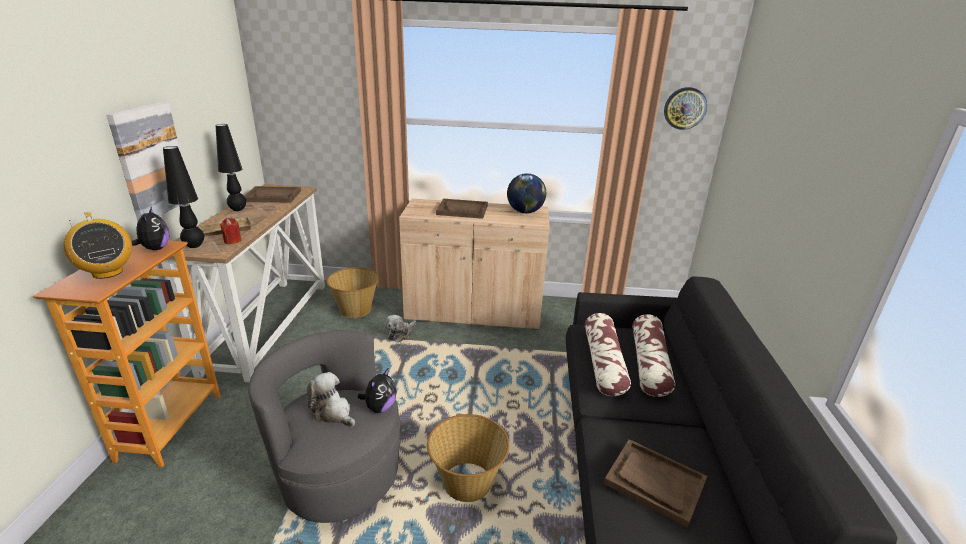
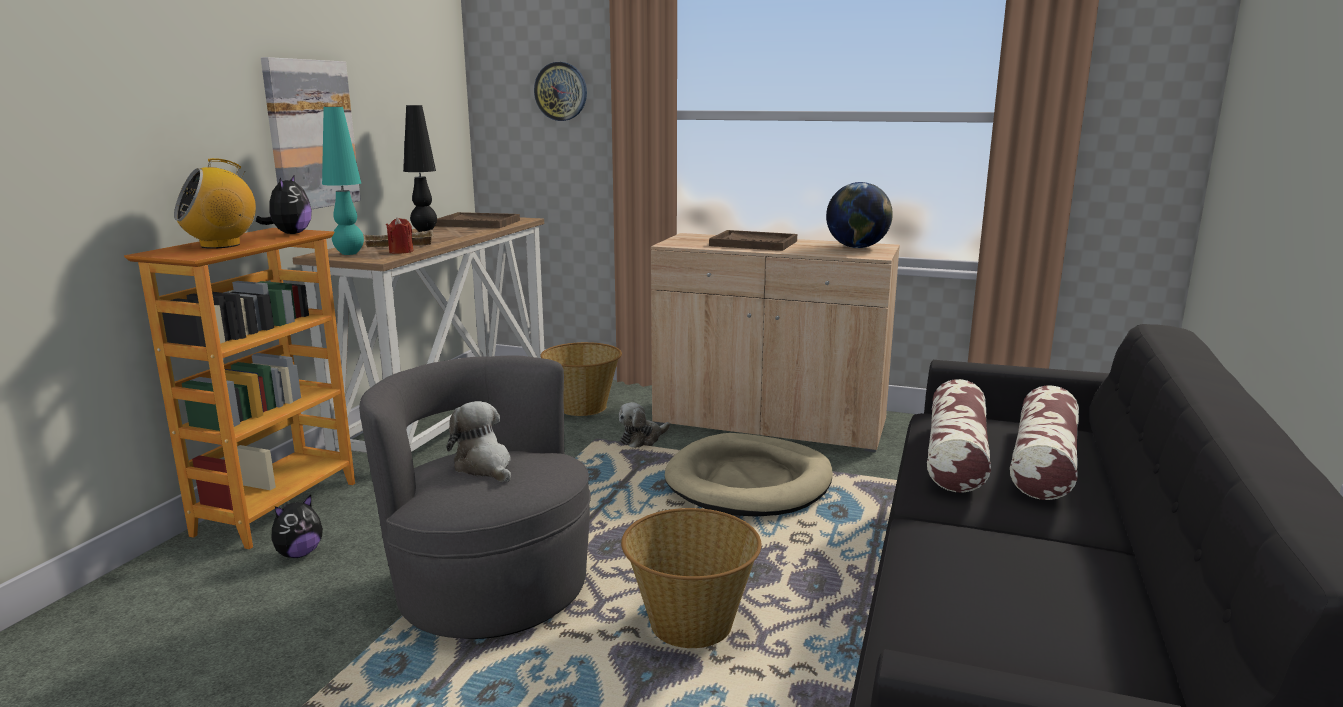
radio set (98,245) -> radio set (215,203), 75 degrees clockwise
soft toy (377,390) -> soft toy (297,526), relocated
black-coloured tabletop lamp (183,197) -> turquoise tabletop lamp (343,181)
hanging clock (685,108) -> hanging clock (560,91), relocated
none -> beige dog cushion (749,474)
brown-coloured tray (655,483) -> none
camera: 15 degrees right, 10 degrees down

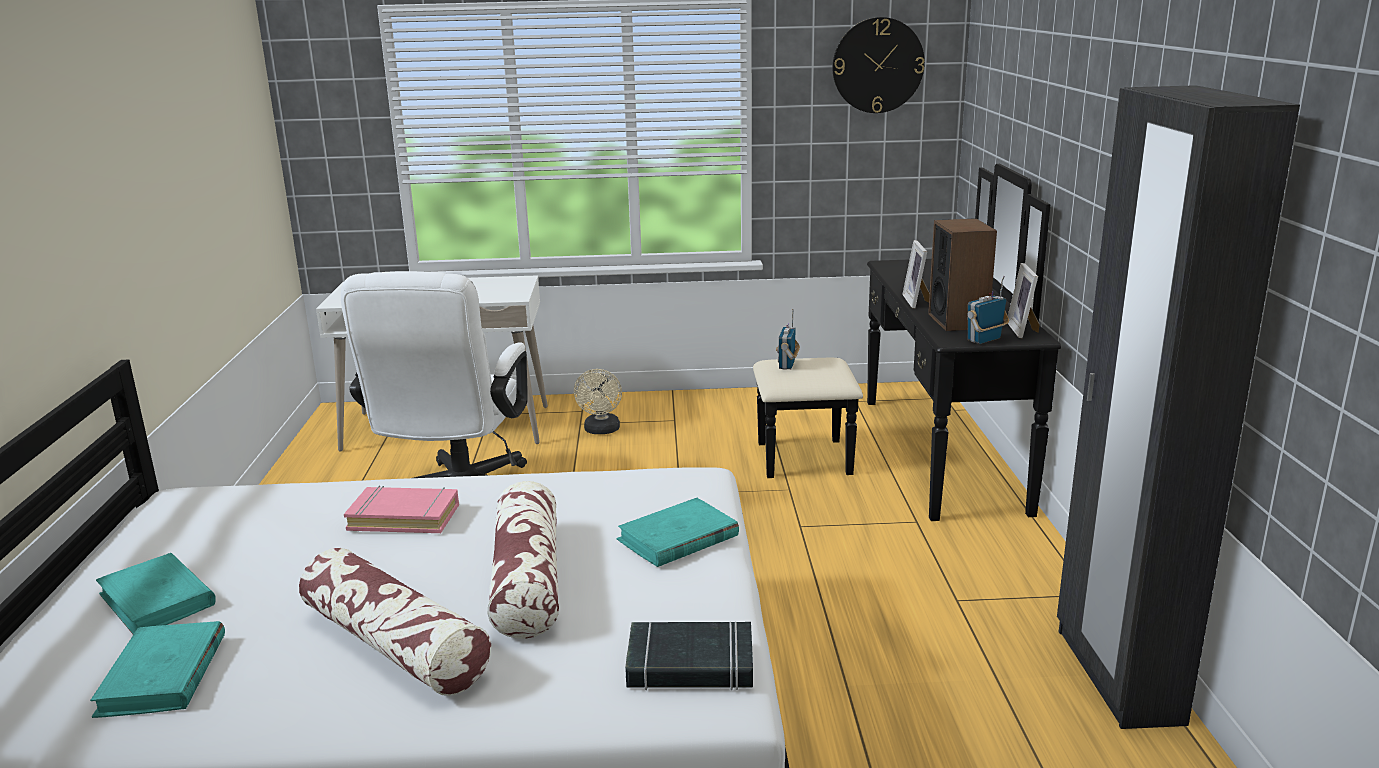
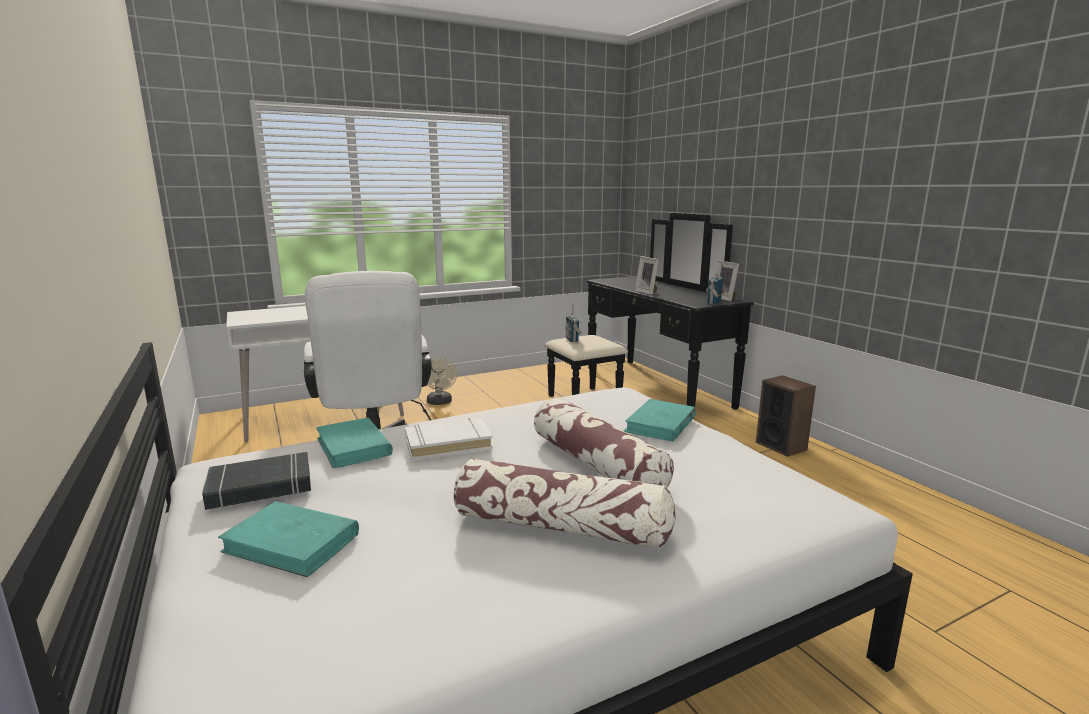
black-coloured volume (689,656) -> black-coloured volume (256,481), relocated
turquoise volume (157,669) -> turquoise volume (354,443), relocated
pink-coloured volume (401,509) -> whitish volume (449,439)
audio speaker (962,274) -> audio speaker (786,416), relocated
hanging clock (879,65) -> none
black-coloured armoire (1178,407) -> none
camera: 25 degrees left, 5 degrees down

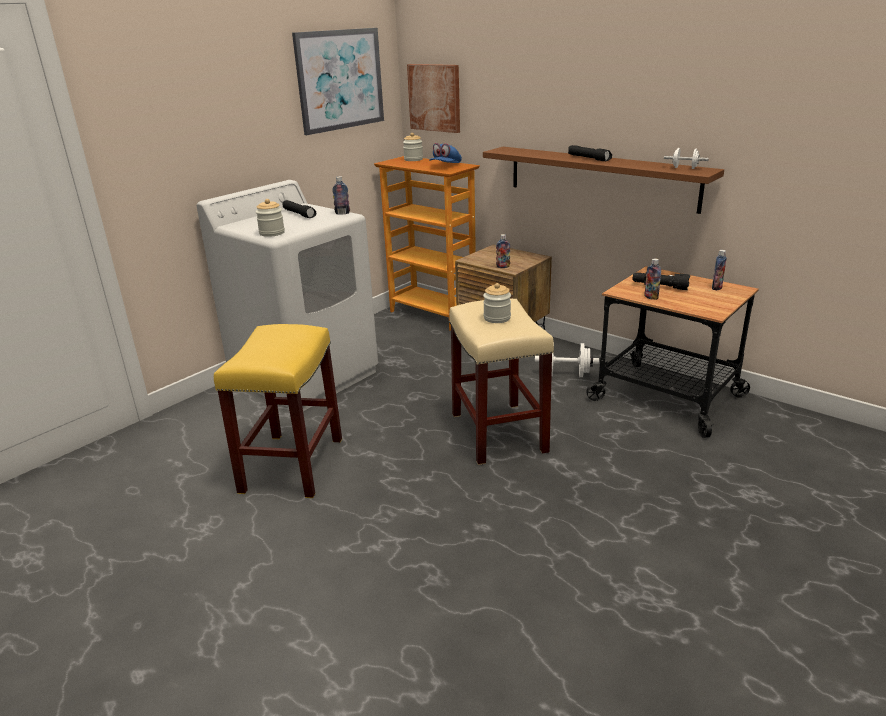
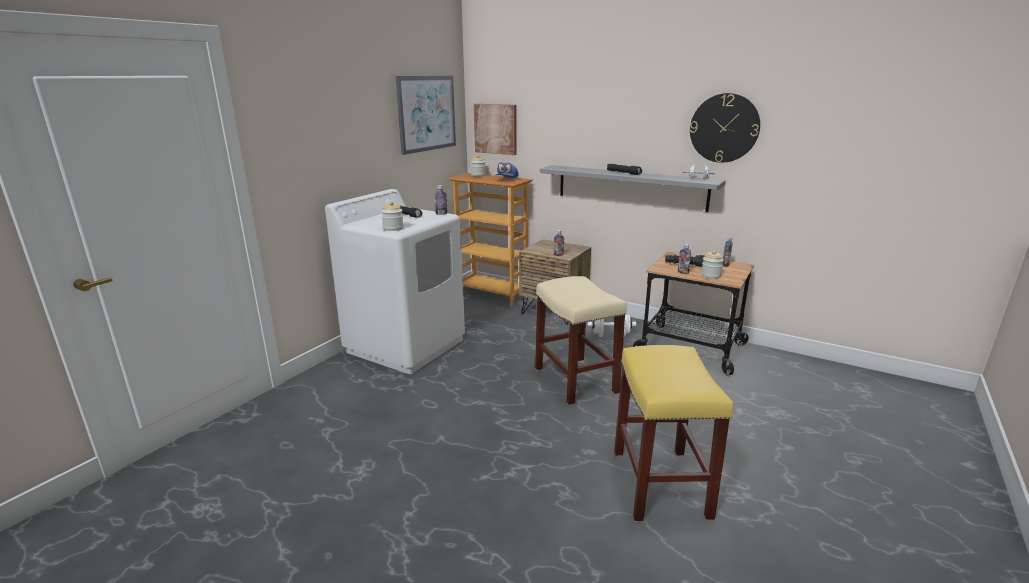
brown-coloured shelf (603,180) -> gray shelf (633,188)
yellow-coloured stool seat (278,411) -> yellow-coloured stool seat (673,433), relocated
none -> hanging clock (725,128)
storage jar (497,303) -> storage jar (712,264), relocated
camera: 10 degrees left, 5 degrees down

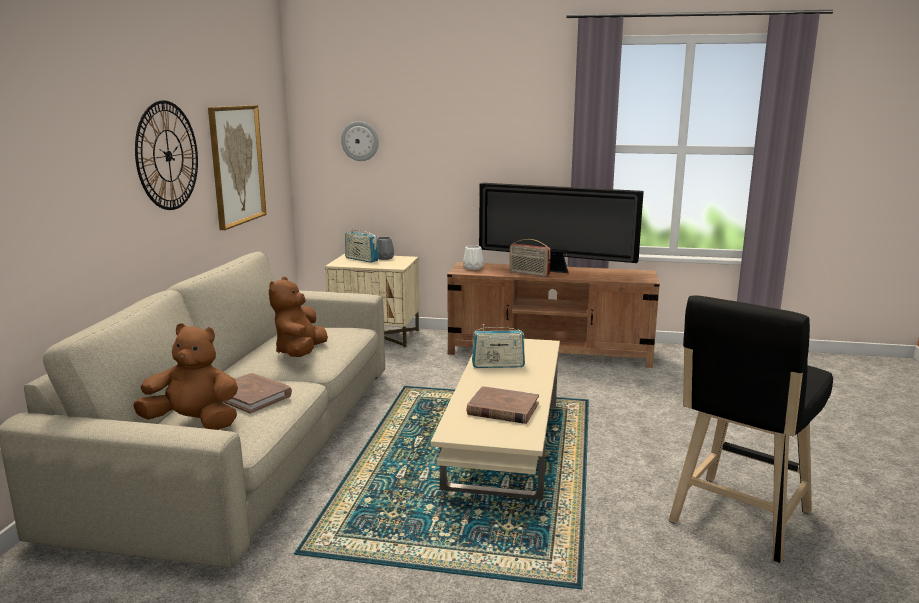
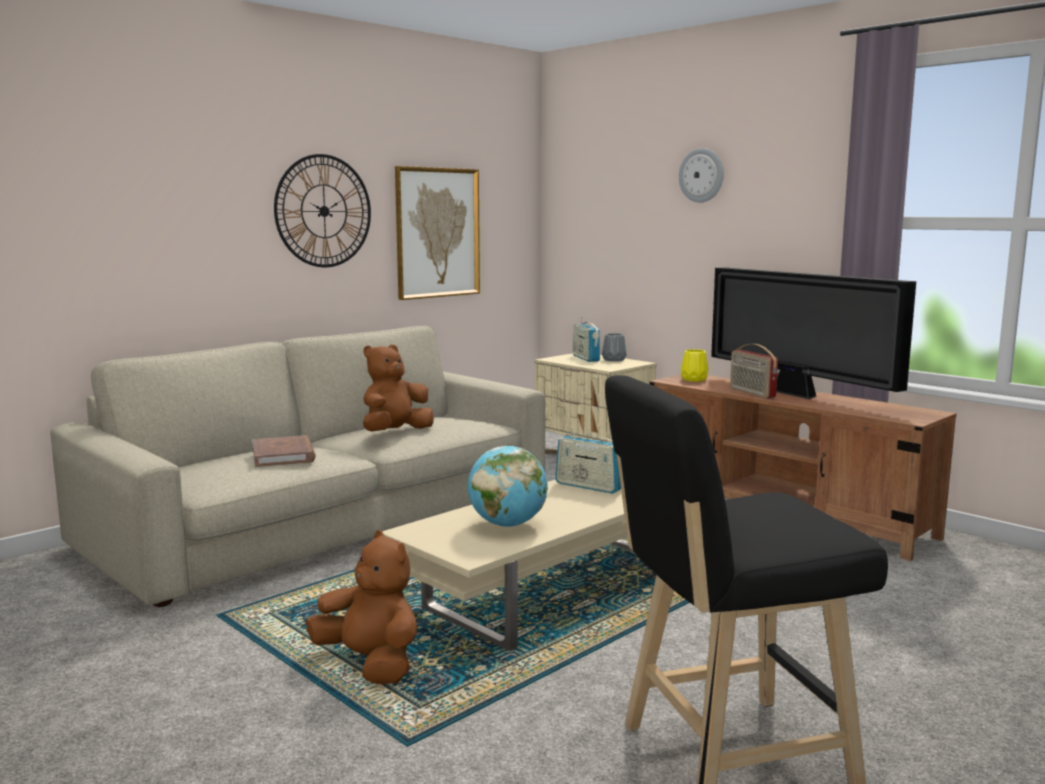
brown-coloured soft toy (185,376) -> brown-coloured soft toy (361,607), relocated
brown-coloured volume (503,405) -> desk globe (508,486)
hanging clock (360,141) -> hanging clock (701,175), relocated
whitish decorative vase (473,257) -> yellow-coloured decorative vase (695,365)
camera: 35 degrees right, 5 degrees down

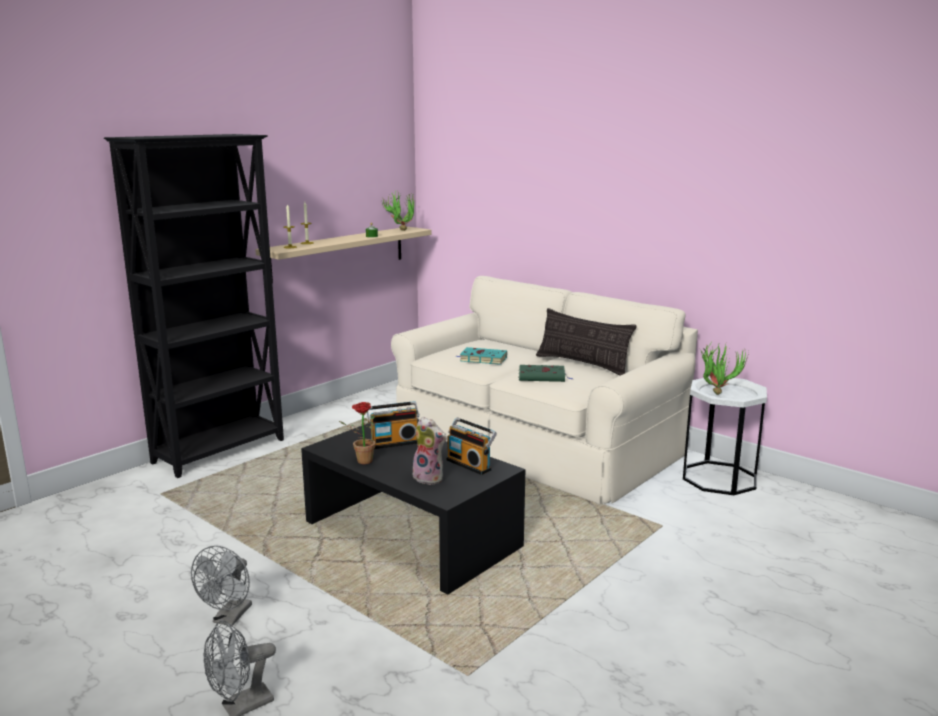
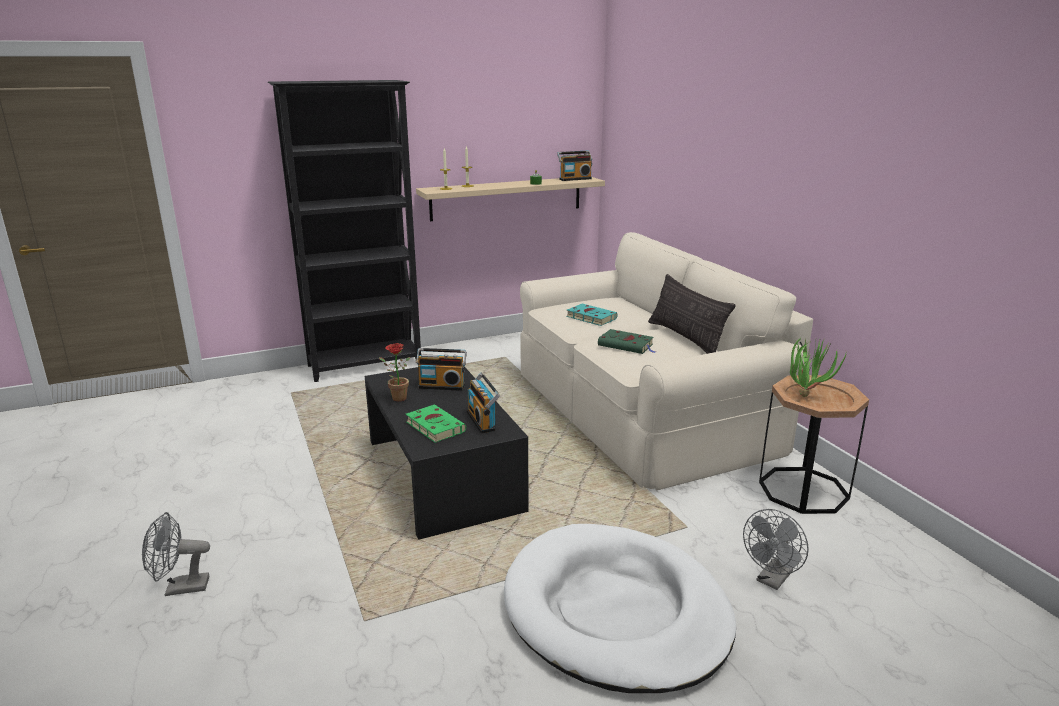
soft toy (430,451) -> greenish volume (436,423)
none -> whitish dog cushion (620,608)
potted plant (397,210) -> radio set (574,166)
gray electric fan (221,586) -> gray electric fan (776,549), relocated
whitish end table (725,436) -> brown-coloured end table (814,444)
camera: 25 degrees right, 5 degrees up

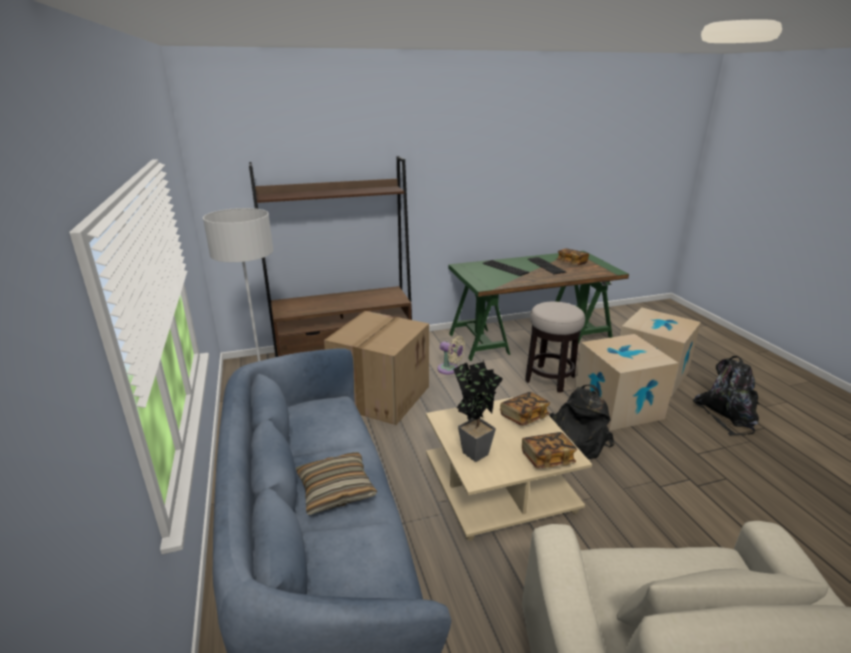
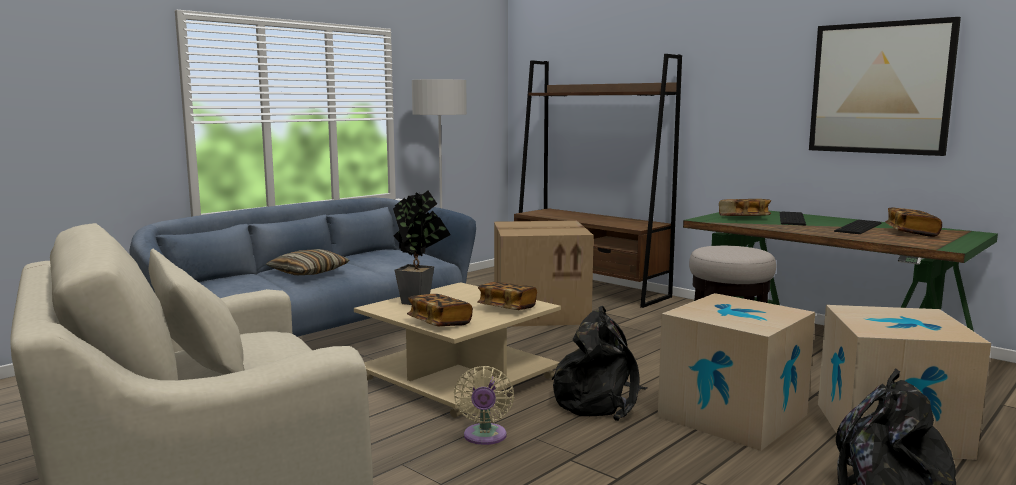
beige electric fan (451,355) -> beige electric fan (484,405), relocated
none -> volume (745,207)
none -> wall art (885,86)
camera: 60 degrees right, 15 degrees down

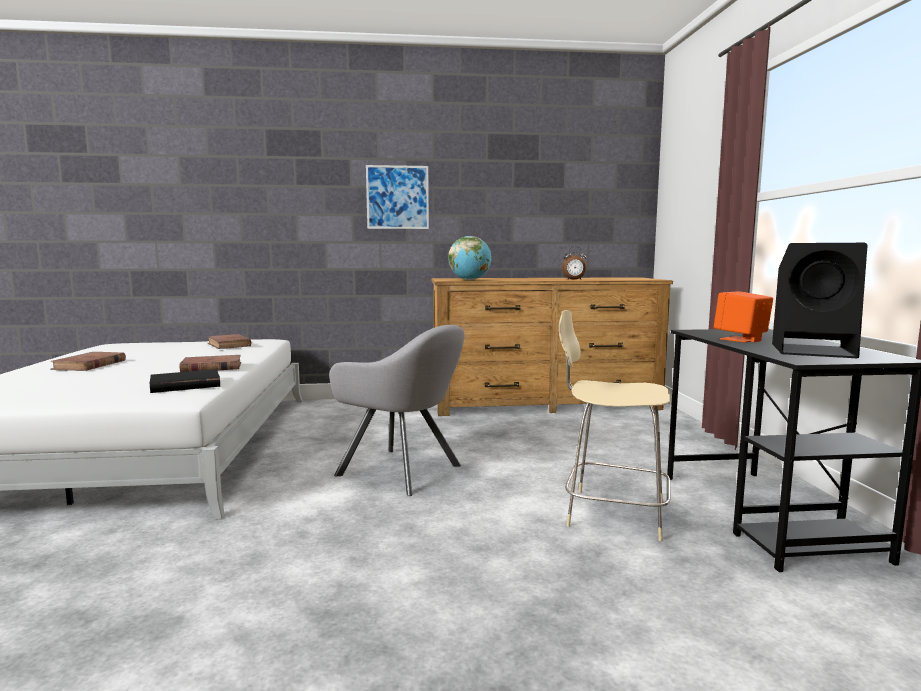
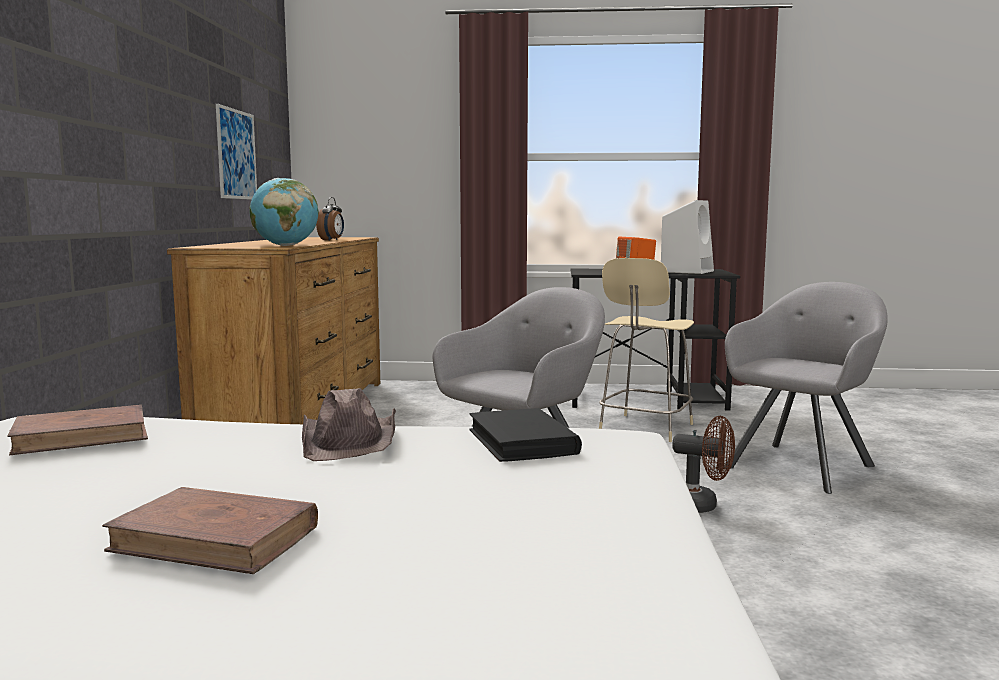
wall art (397,197) -> wall art (236,152), relocated
brown-coloured volume (210,363) -> brown-coloured wearable hat (349,424)
black-coloured audio speaker (819,300) -> whitish audio speaker (687,237)
none -> brown-coloured electric fan (703,464)
none -> gray easy chair (805,388)
camera: 80 degrees left, 0 degrees up

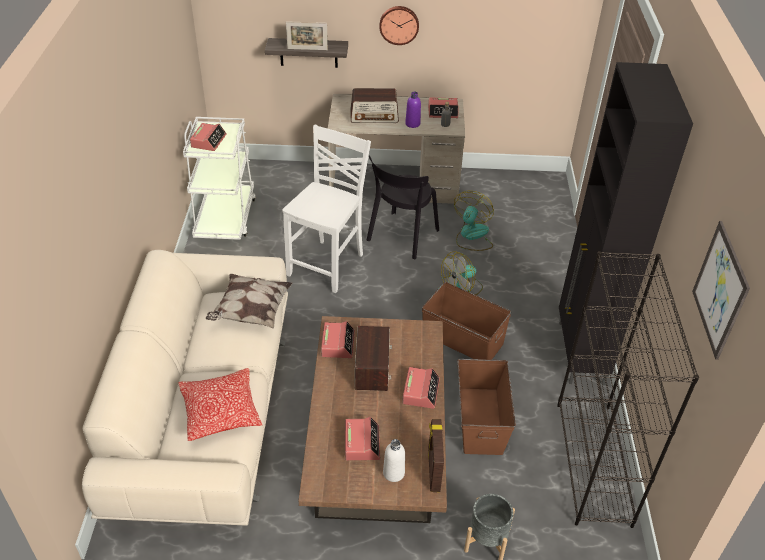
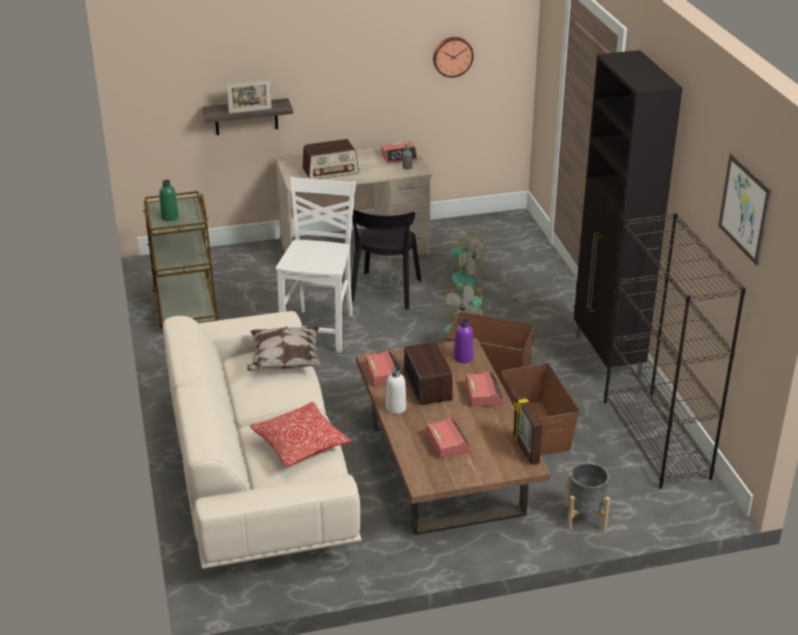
whitish wheeled cart (219,178) -> brown-coloured wheeled cart (181,259)
table clock (208,137) -> greenish bottle (169,200)
whitish bottle (394,460) -> whitish bottle (396,390), relocated
hanging clock (399,25) -> hanging clock (453,57), relocated
electric fan (474,221) -> electric fan (459,261), 120 degrees clockwise
purple-coloured bottle (413,110) -> purple-coloured bottle (463,341), relocated
camera: 15 degrees left, 10 degrees down

